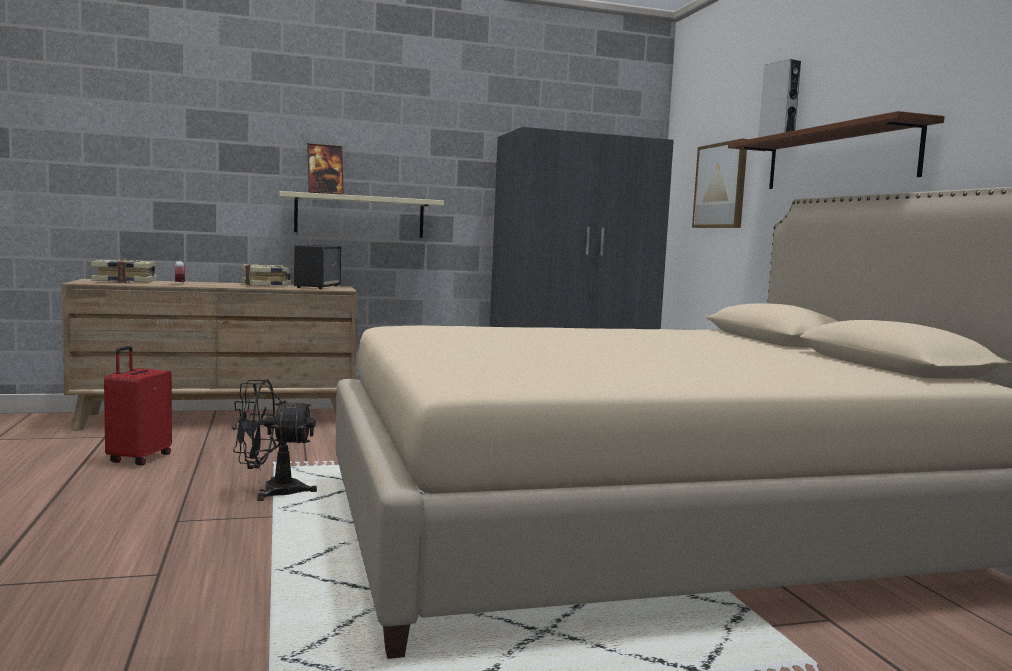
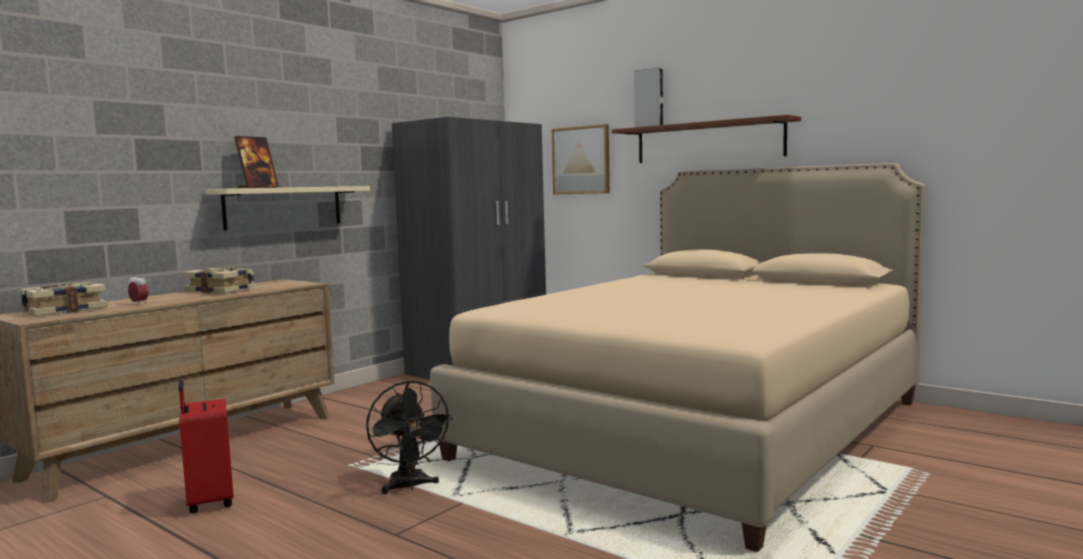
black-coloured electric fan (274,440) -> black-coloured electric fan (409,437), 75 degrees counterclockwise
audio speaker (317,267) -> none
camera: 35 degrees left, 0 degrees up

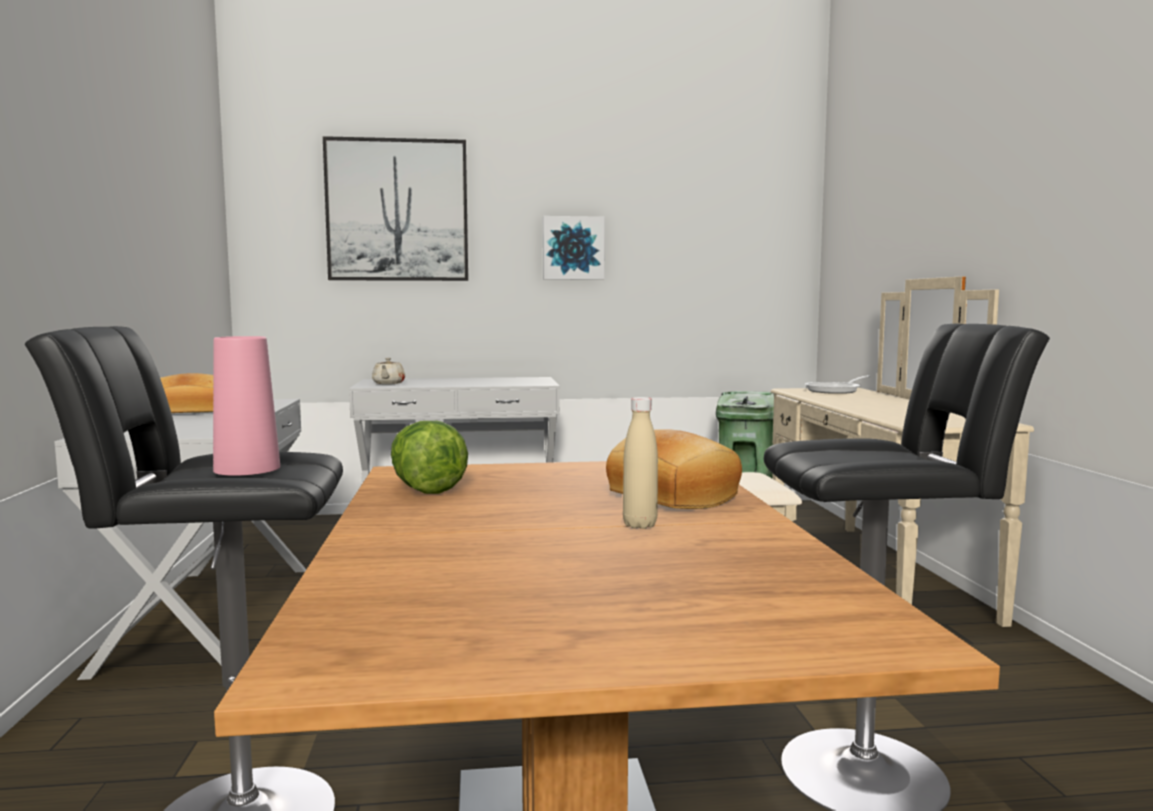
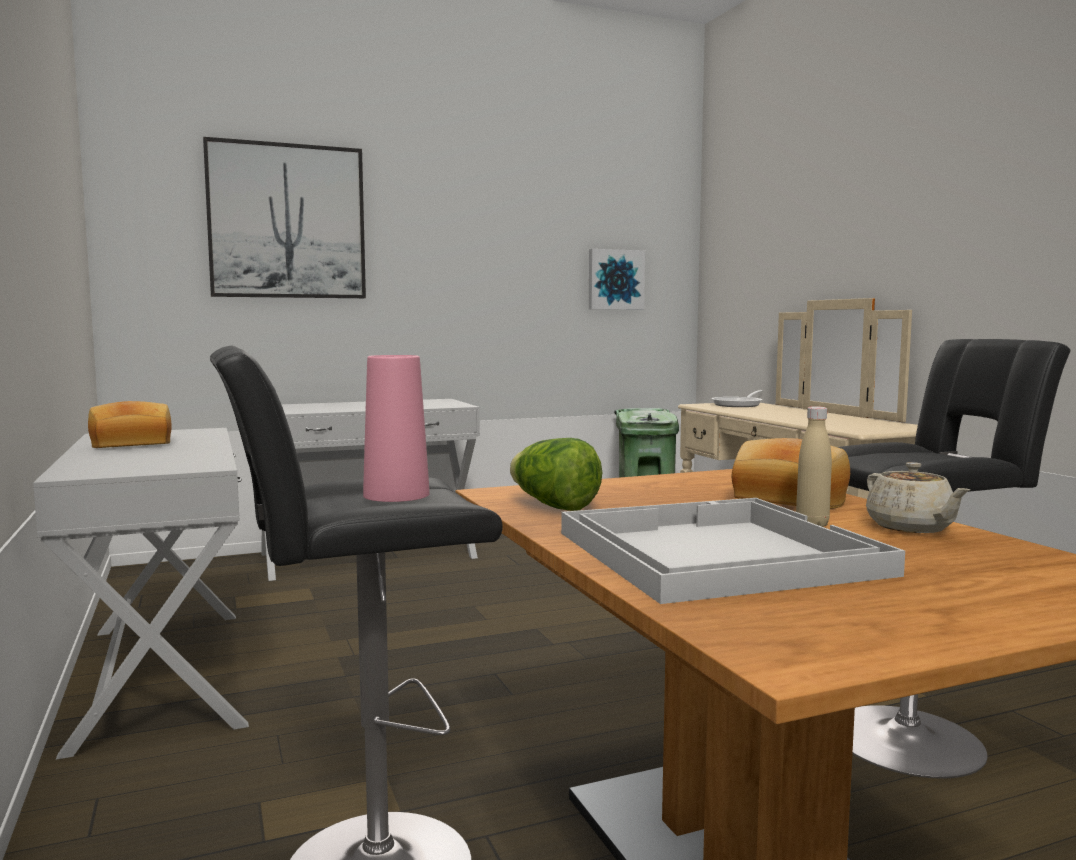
none -> whitish tray (733,551)
wall art (574,247) -> wall art (617,279), relocated
beige tea pot (388,371) -> beige tea pot (918,497), relocated
camera: 15 degrees left, 0 degrees up

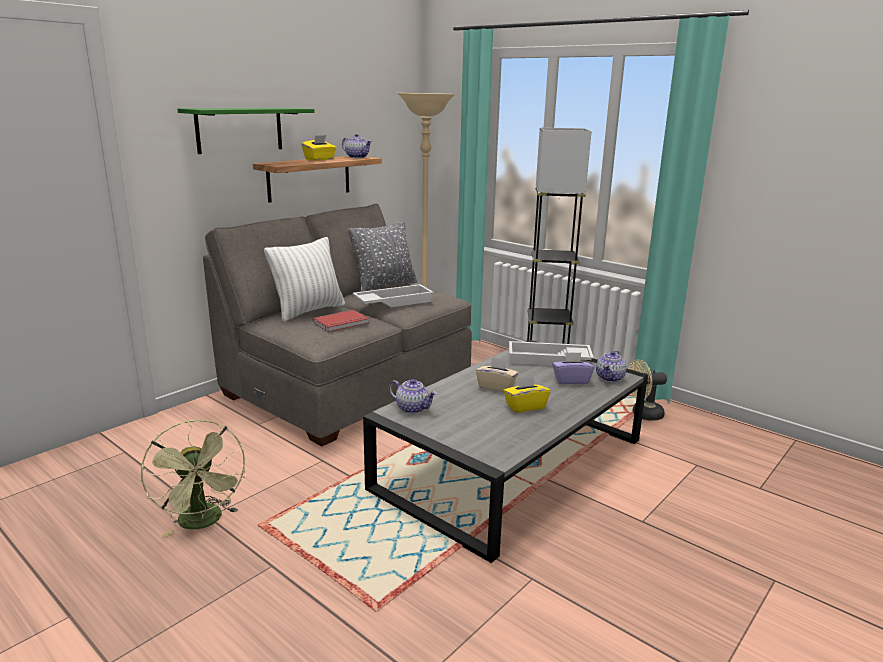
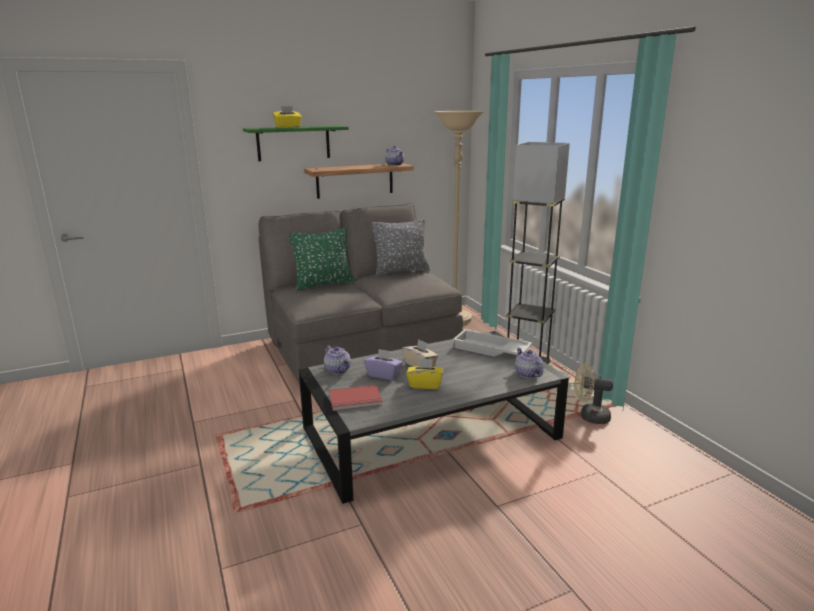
yellow-coloured box of tissues (318,148) -> yellow-coloured box of tissues (287,117), relocated
whitish throw pillow (304,279) -> greenish throw pillow (321,259)
red-coloured volume (341,321) -> red-coloured volume (355,398), relocated
purple-coloured box of tissues (573,368) -> purple-coloured box of tissues (383,364), relocated
tea pot (611,366) -> tea pot (529,363), 105 degrees clockwise
greenish electric fan (193,478) -> none
whitish tray (393,295) -> none
camera: 25 degrees right, 0 degrees up

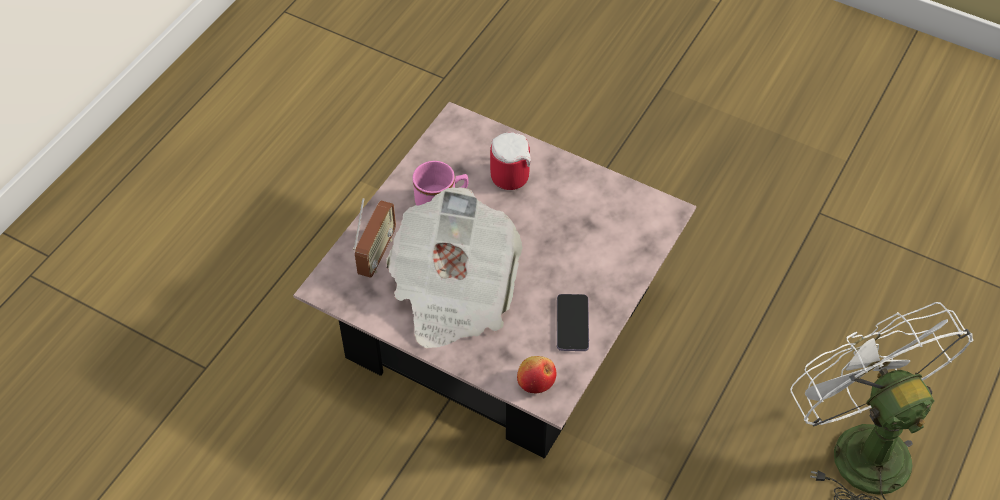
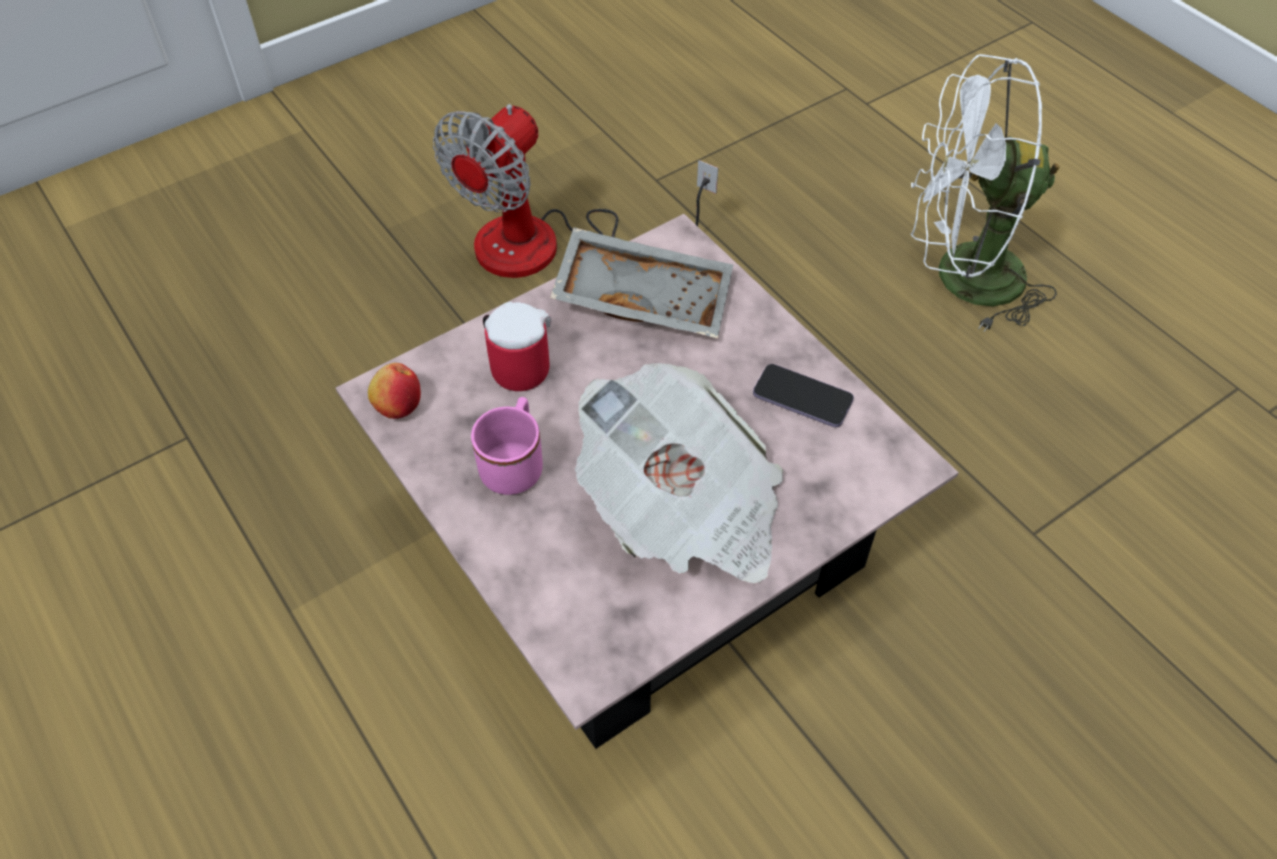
apple fruit (536,374) -> apple fruit (394,391), relocated
none -> electric fan (575,191)
none -> gray tray (641,282)
radio set (374,238) -> none
camera: 65 degrees left, 0 degrees up

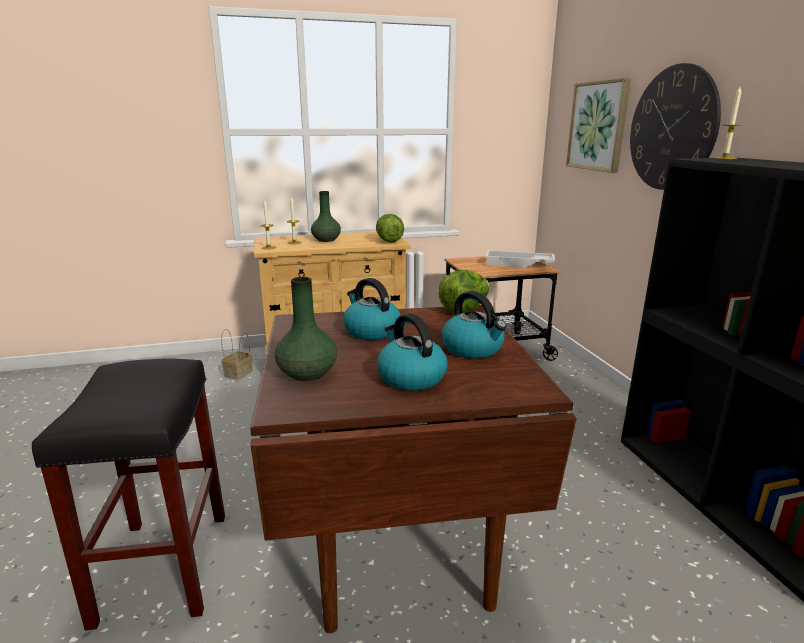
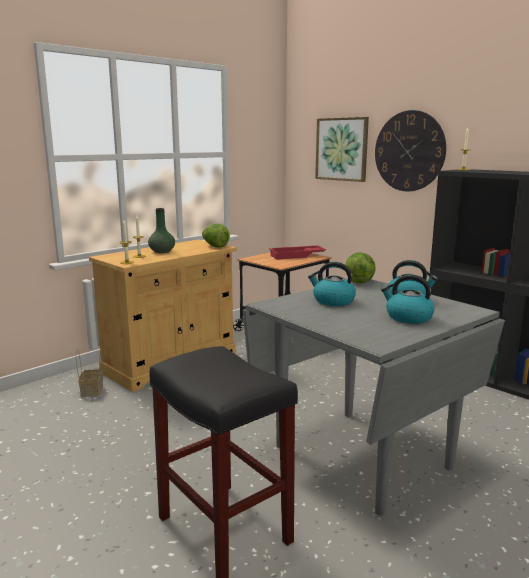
brown-coloured dining table (413,469) -> gray dining table (374,397)
whitish tray (520,259) -> red-coloured tray (297,252)
greenish decorative vase (306,329) -> none
camera: 30 degrees left, 5 degrees down

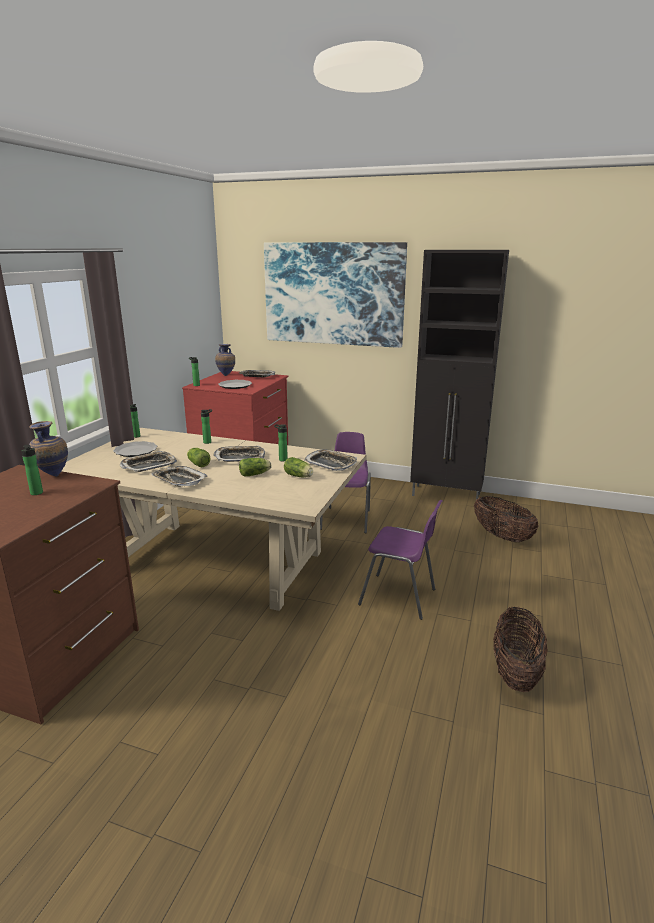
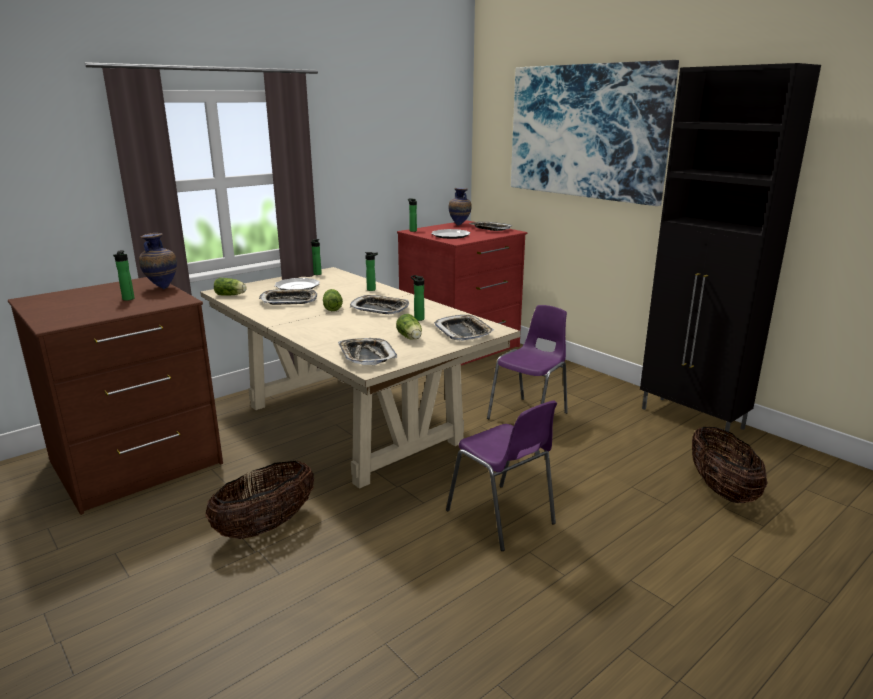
basket (520,649) -> basket (259,500), relocated
head of lettuce (255,467) -> head of lettuce (230,287), relocated
tray (179,476) -> tray (367,351), relocated
camera: 30 degrees right, 0 degrees up

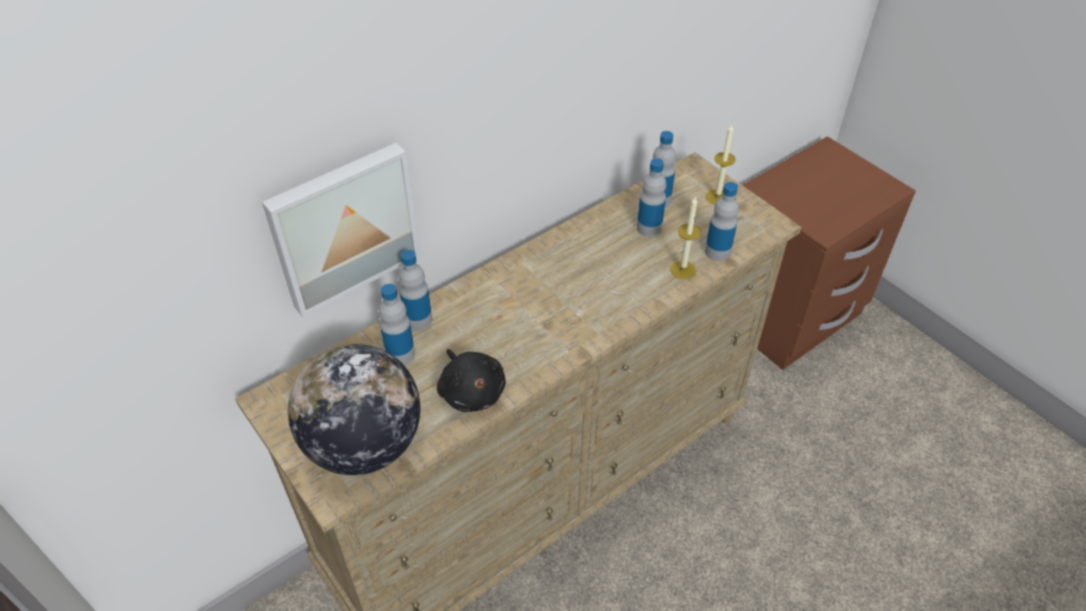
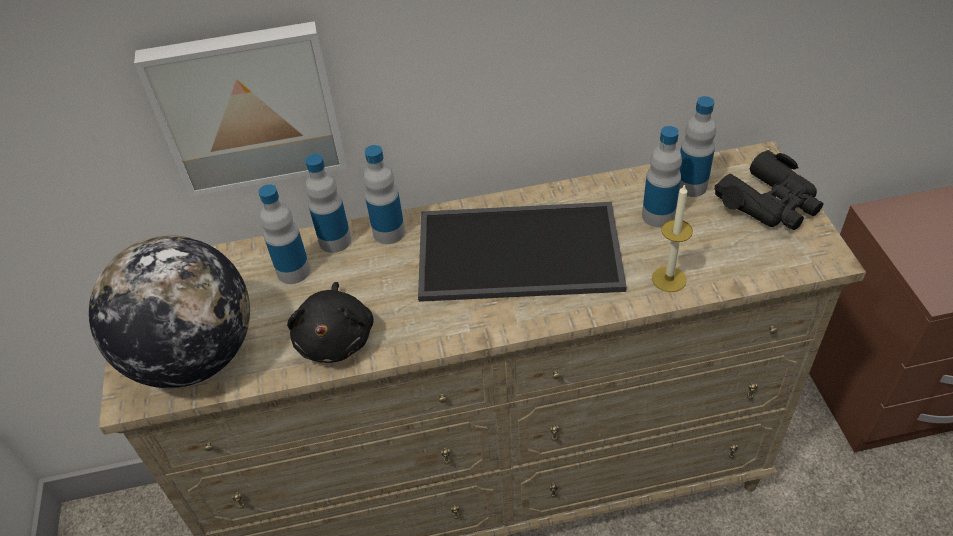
bottle (722,221) -> bottle (384,194), relocated
none -> tray (522,252)
wax light (721,164) -> black-coloured field glasses (769,190)
camera: 30 degrees right, 0 degrees up

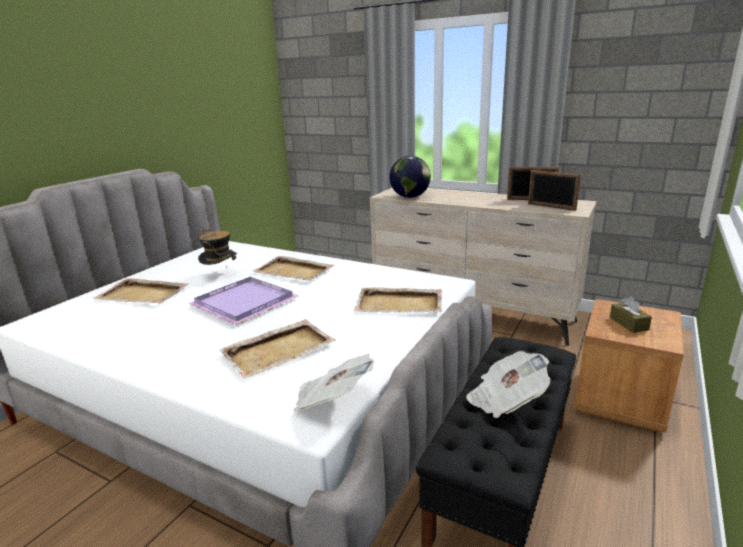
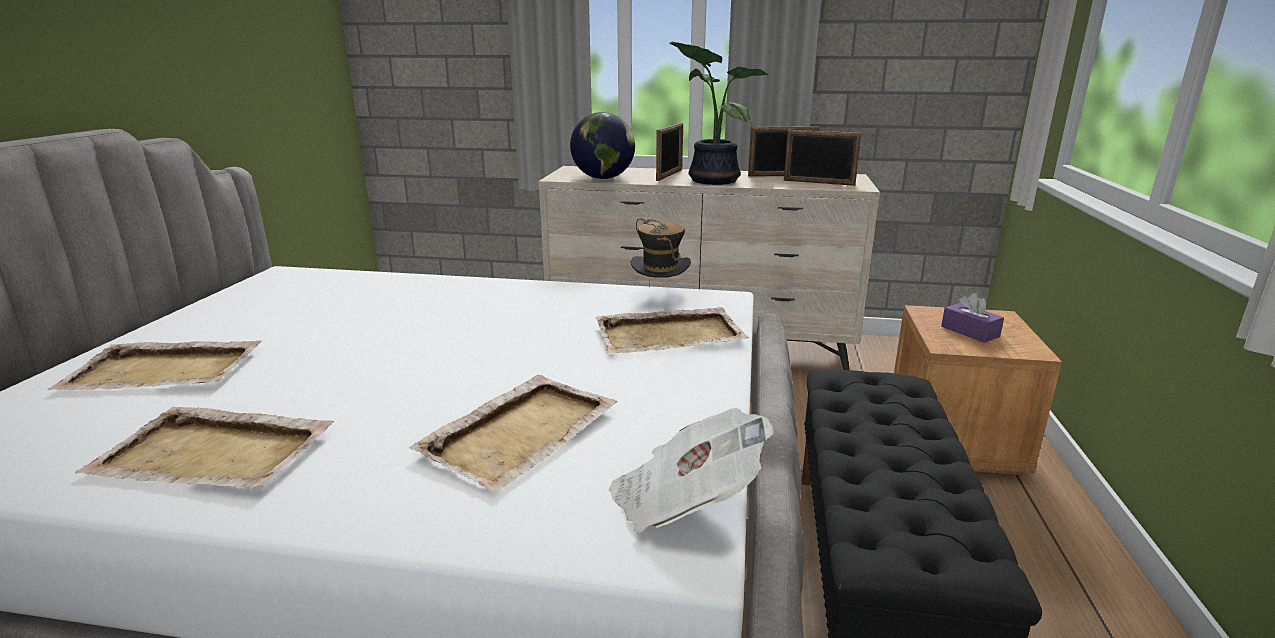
beige tray (293,268) -> beige tray (204,447), relocated
wearable hat (217,248) -> wearable hat (660,252), relocated
none -> standing frame (669,152)
none -> potted plant (718,113)
brown-coloured box of tissues (631,315) -> purple-coloured box of tissues (972,318)
purple-coloured tray (243,301) -> none
daily paper (509,384) -> none
camera: 20 degrees left, 0 degrees up

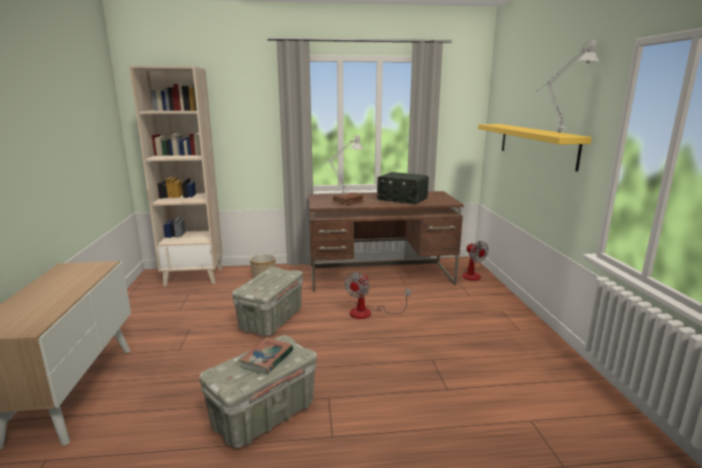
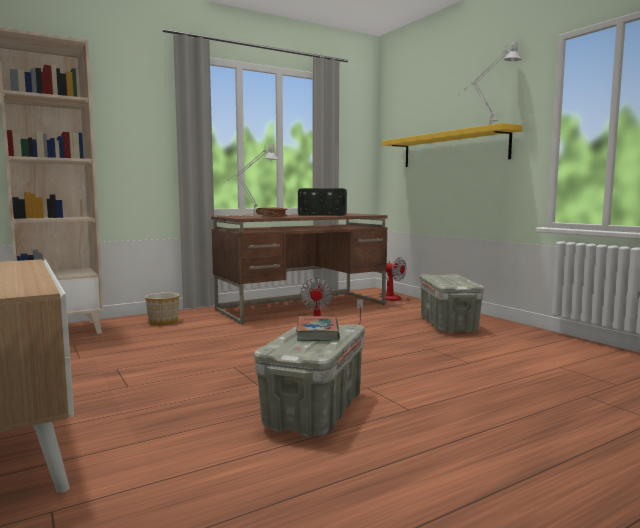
gray storage box (267,301) -> gray storage box (451,303), relocated
camera: 25 degrees left, 10 degrees down

